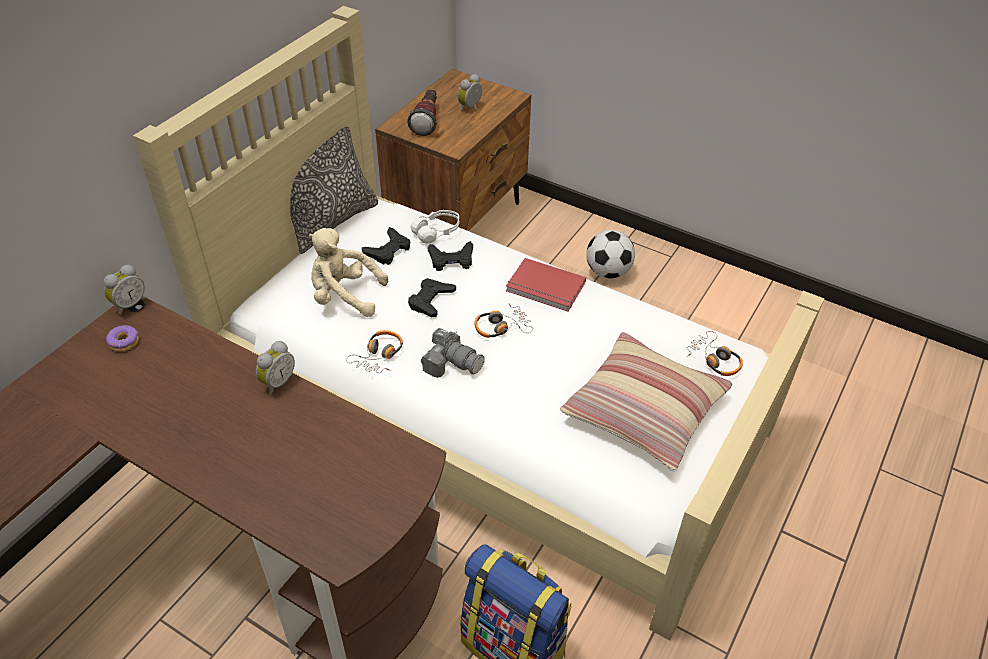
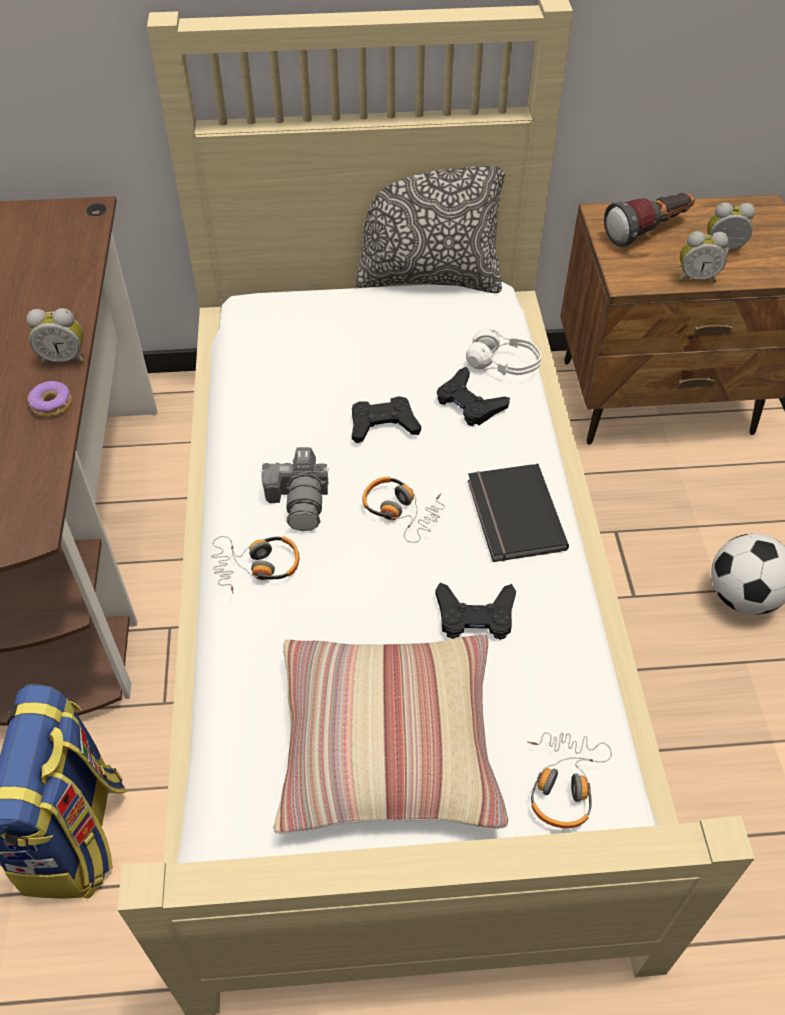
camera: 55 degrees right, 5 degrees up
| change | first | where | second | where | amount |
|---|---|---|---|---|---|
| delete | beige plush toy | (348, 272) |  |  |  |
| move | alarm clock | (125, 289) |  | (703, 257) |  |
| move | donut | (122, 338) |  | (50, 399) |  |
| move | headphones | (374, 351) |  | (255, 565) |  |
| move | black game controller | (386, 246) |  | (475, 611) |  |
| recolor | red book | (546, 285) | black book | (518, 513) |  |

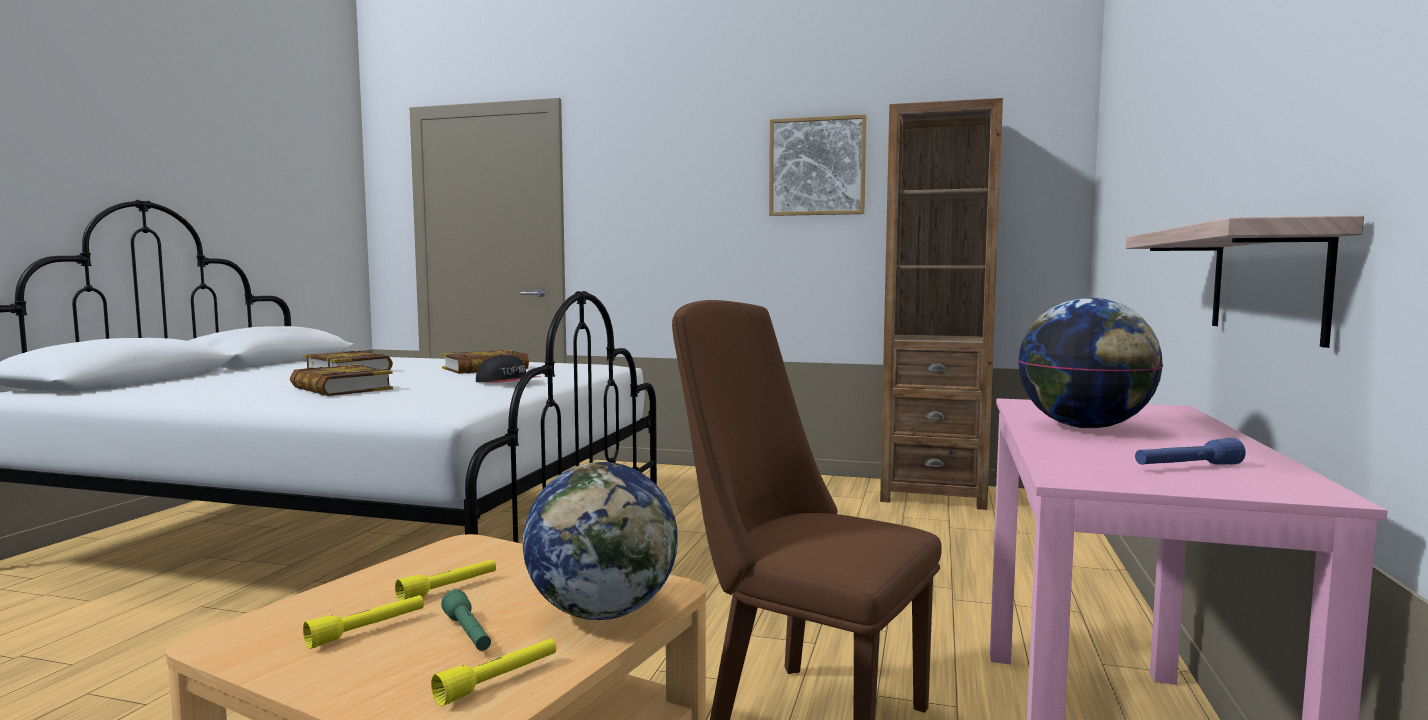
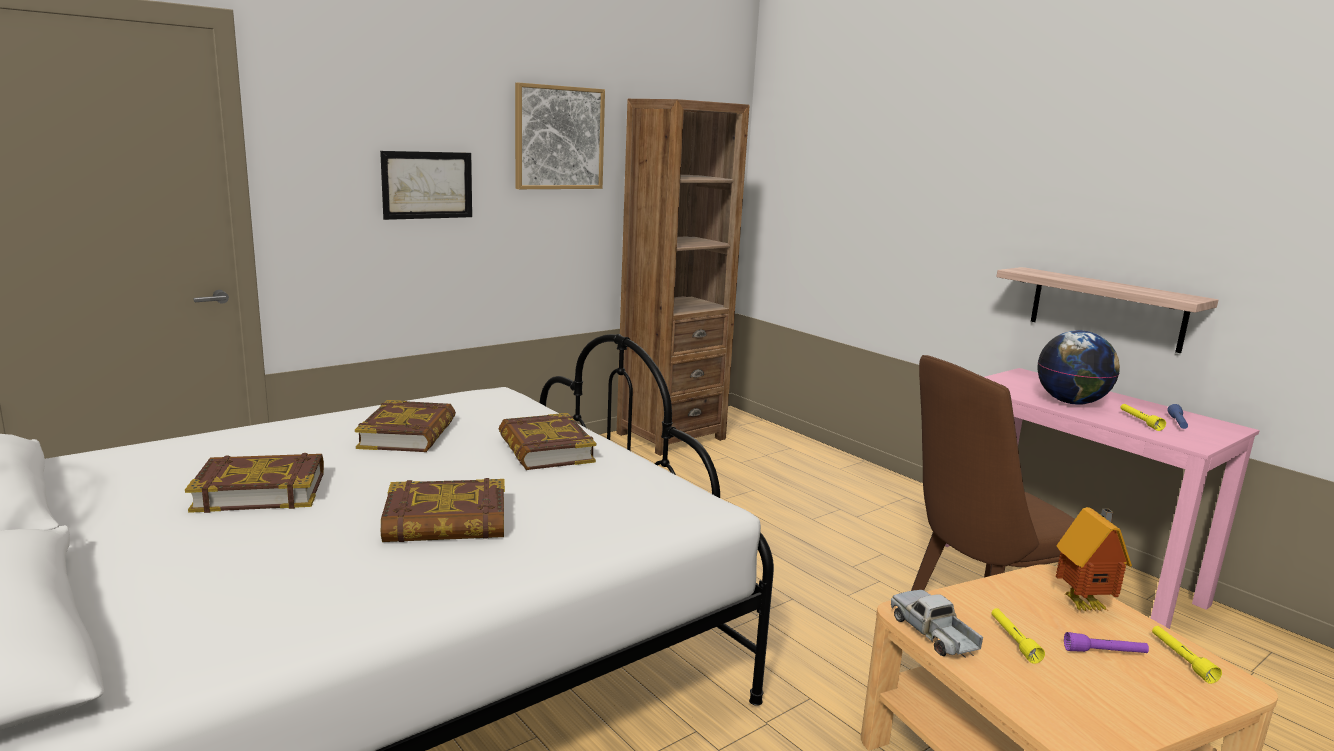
camera: 55 degrees left, 10 degrees up
| change | first | where | second | where | amount |
|---|---|---|---|---|---|
| insert |  |  | picture | (426, 185) |  |
| insert |  |  | toy truck | (937, 624) |  |
| move | yellow flashlight | (363, 622) |  | (1143, 417) |  |
| replace | cap | (508, 368) | book | (547, 441) |  |
| replace | globe | (600, 541) | toy house | (1094, 559) |  |
| recolor | green flashlight | (466, 620) | purple flashlight | (1106, 642) |  |

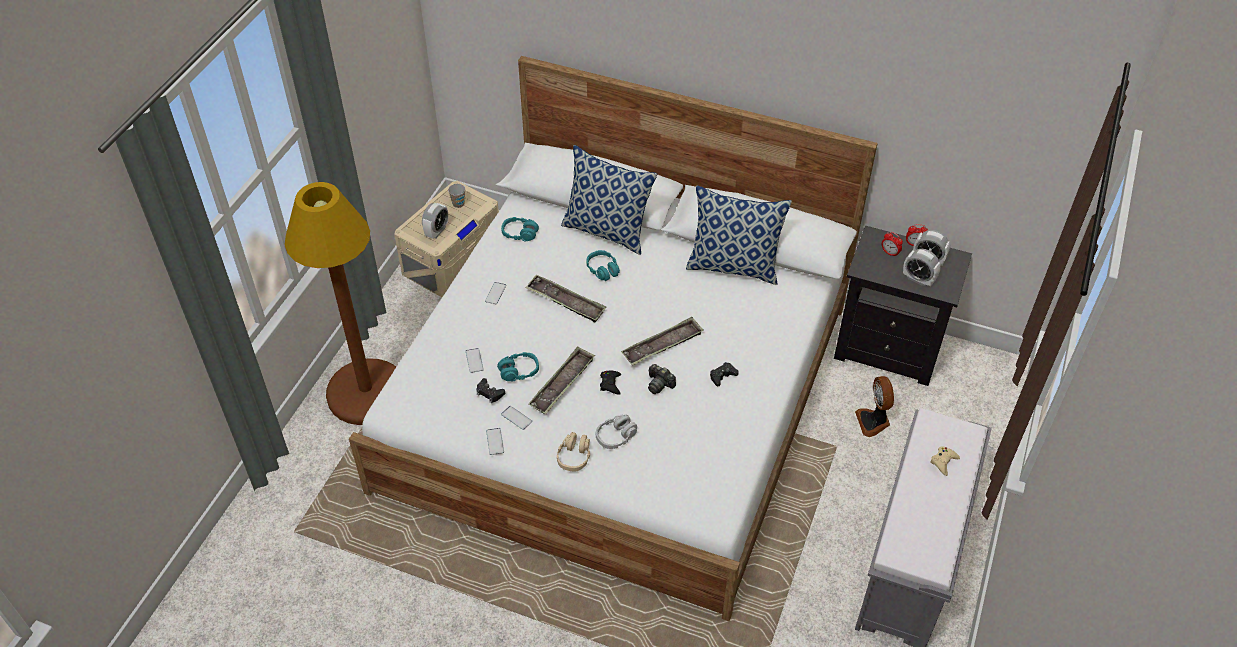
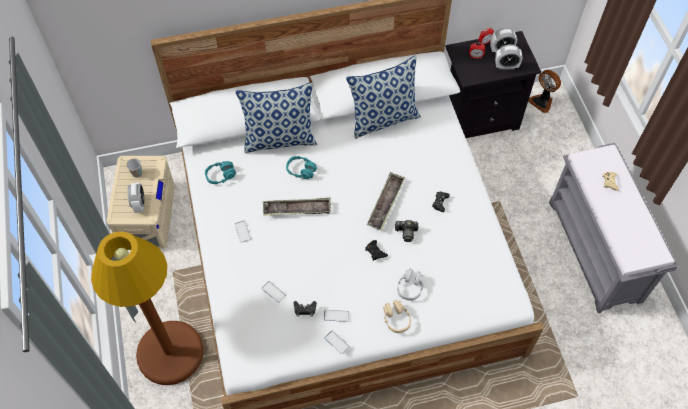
camera: 35 degrees left, 10 degrees up
| change | first | where | second | where | amount |
|---|---|---|---|---|---|
| delete | turquoise headphones | (518, 366) |  |  |  |
| delete | tray | (562, 380) |  |  |  |
| move | fan | (874, 406) |  | (544, 91) |  |

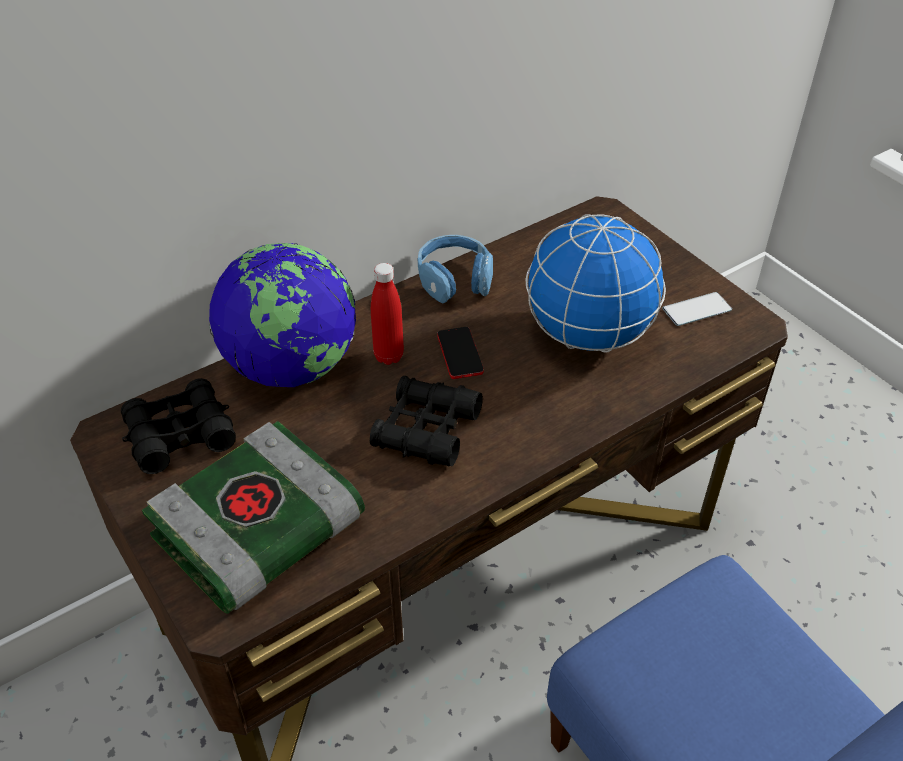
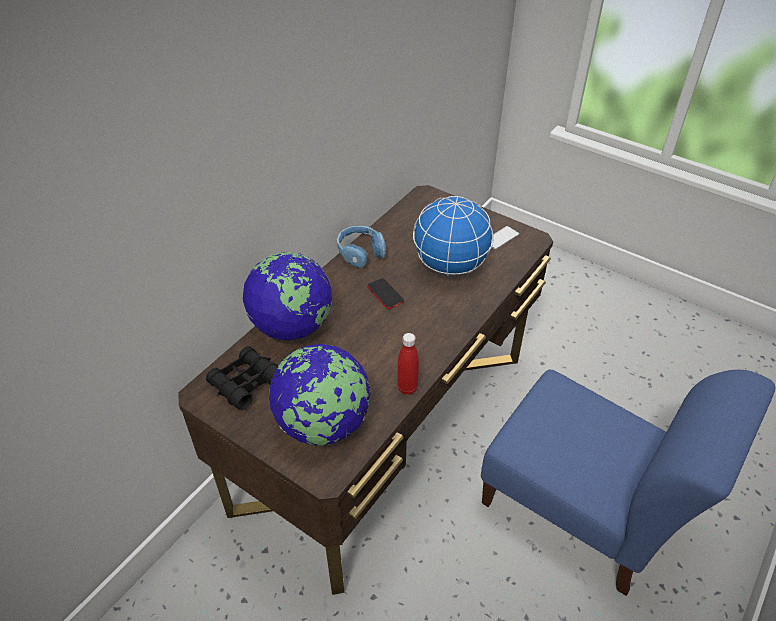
camera: 20 degrees left, 0 degrees up
| change | first | where | second | where | amount |
|---|---|---|---|---|---|
| delete | black binoculars | (426, 421) |  |  |  |
| move | red bottle | (387, 314) |  | (408, 364) |  |
| replace | book | (253, 517) | globe | (319, 395) |  |

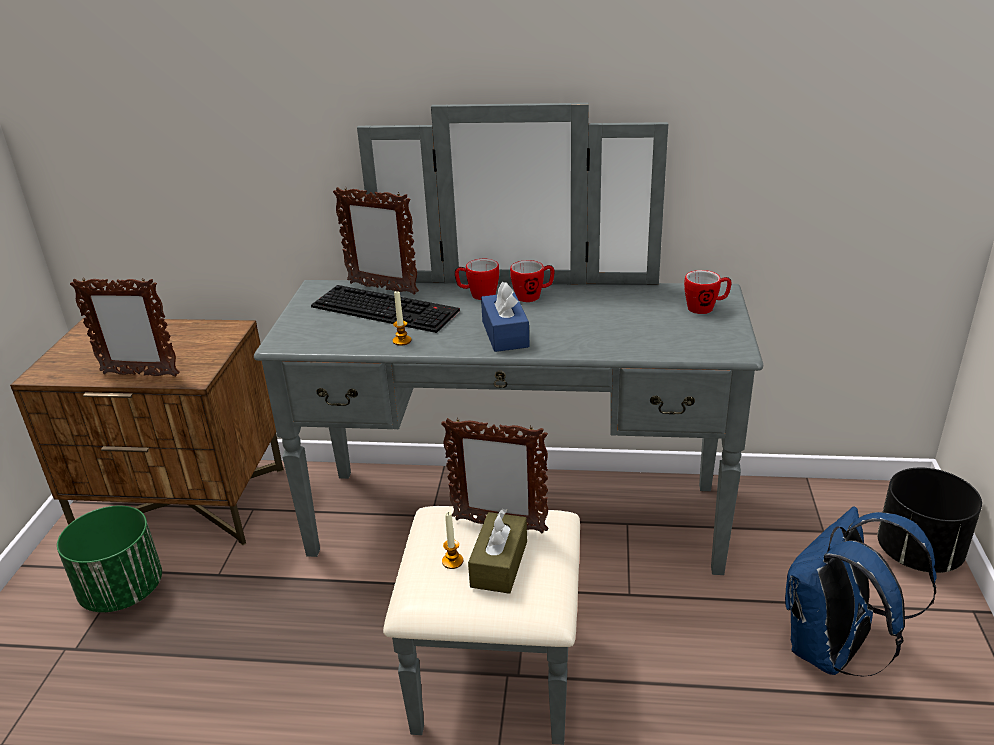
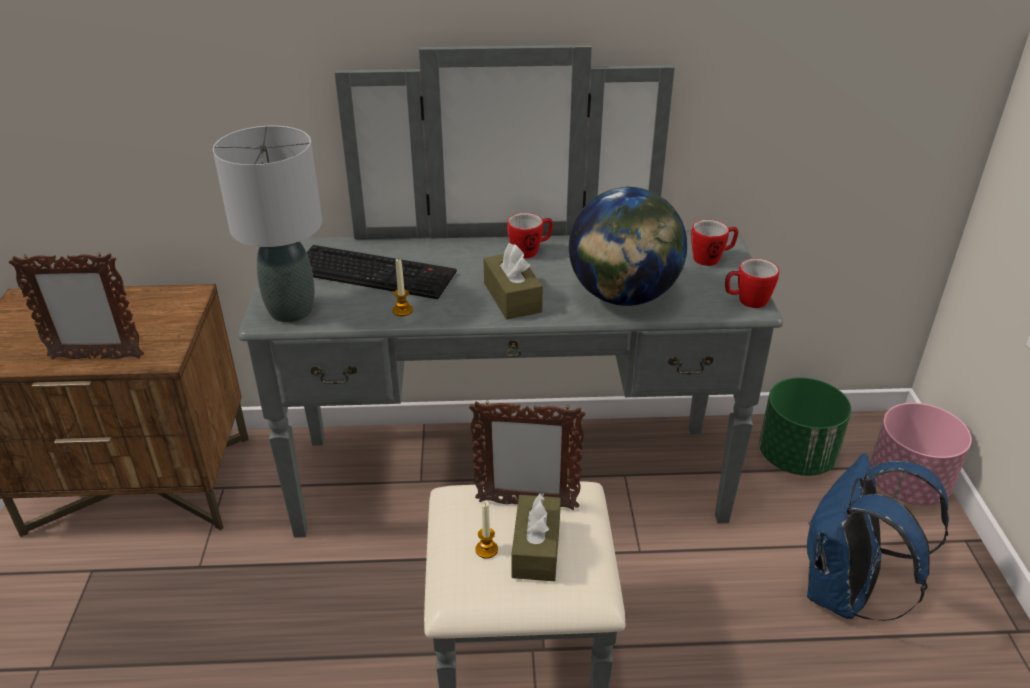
camera: 10 degrees left, 5 degrees up
| change | first | where | second | where | amount |
|---|---|---|---|---|---|
| delete | picture frame | (376, 241) |  |  |  |
| insert |  |  | grey table lamp | (267, 224) |  |
| insert |  |  | globe | (628, 246) |  |
| move | green planter | (109, 559) |  | (805, 426) |  |
| move | mug | (477, 279) |  | (752, 283) |  |
| recolor | blue tissue box | (505, 317) | brown tissue box | (513, 281) |  |
| recolor | black planter | (929, 520) | pink planter | (921, 454) |  |

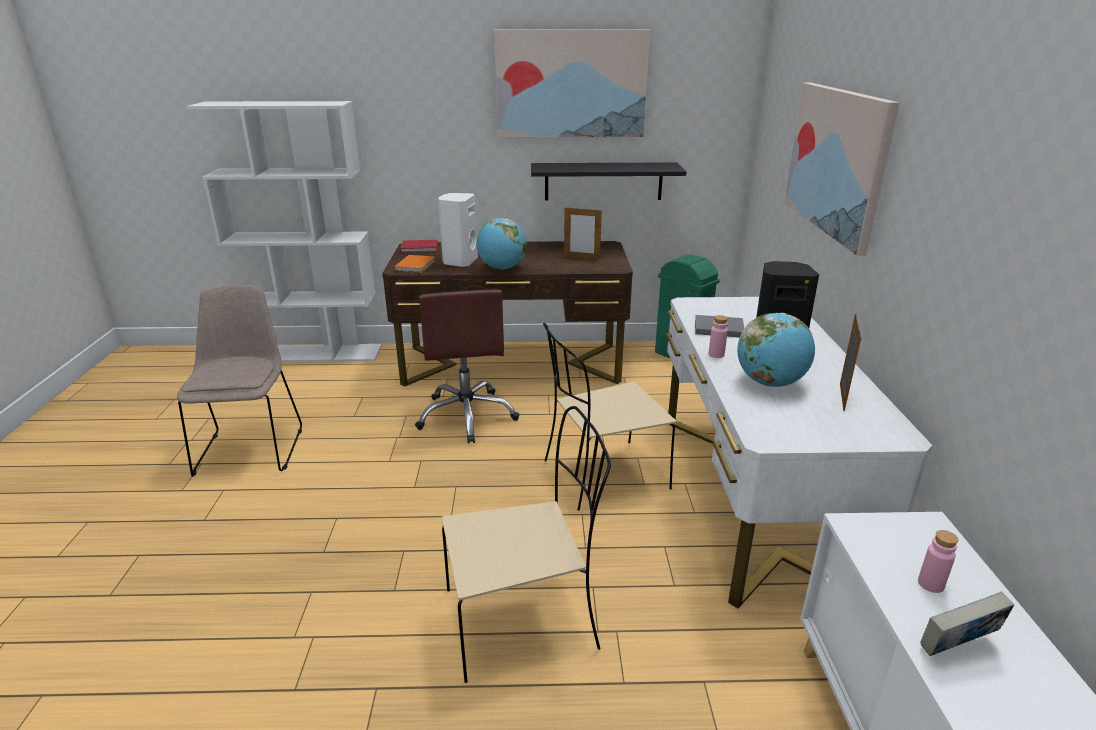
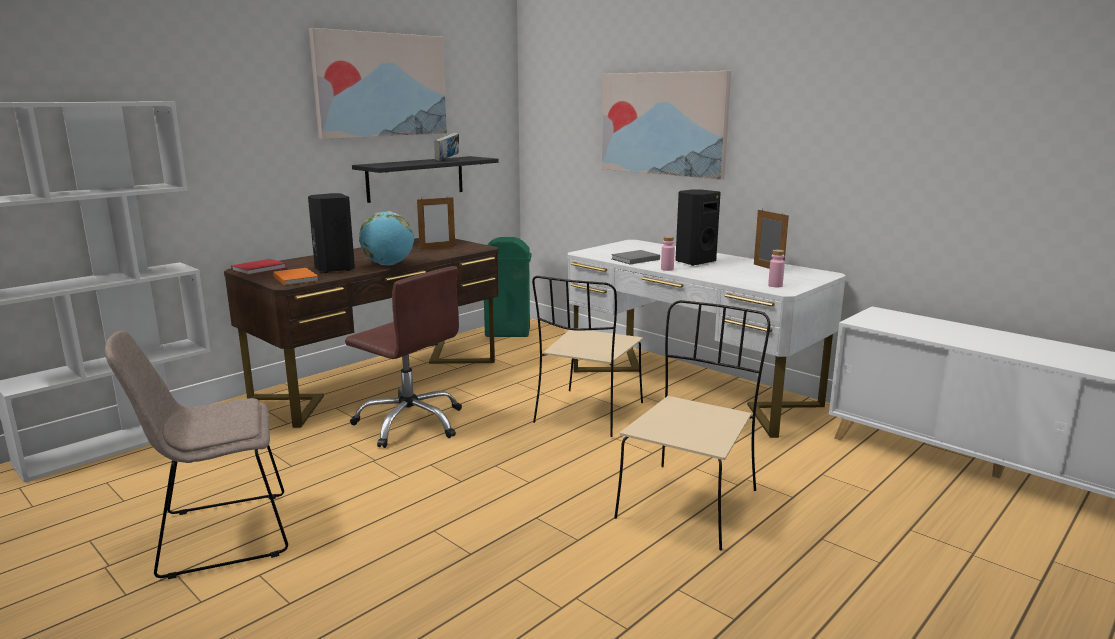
camera: 45 degrees left, 10 degrees down
| change | first | where | second | where | amount |
|---|---|---|---|---|---|
| delete | globe | (776, 350) |  |  |  |
| move | pink bottle | (938, 561) |  | (776, 268) |  |
| move | book | (967, 624) |  | (446, 147) |  |
| recolor | white speaker | (458, 230) | black speaker | (331, 233) |  |
| rotate | beige chair | (239, 381) |  | (196, 455) | 60 degrees counterclockwise |

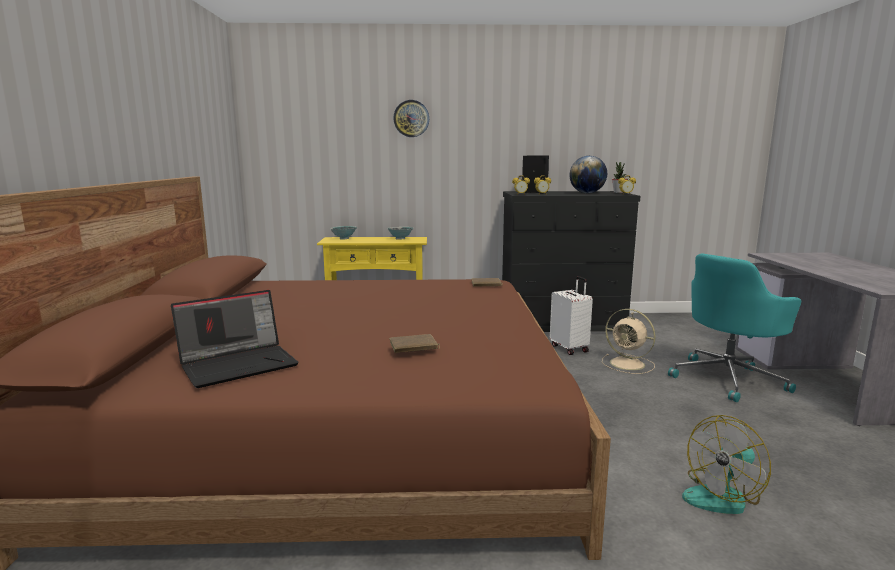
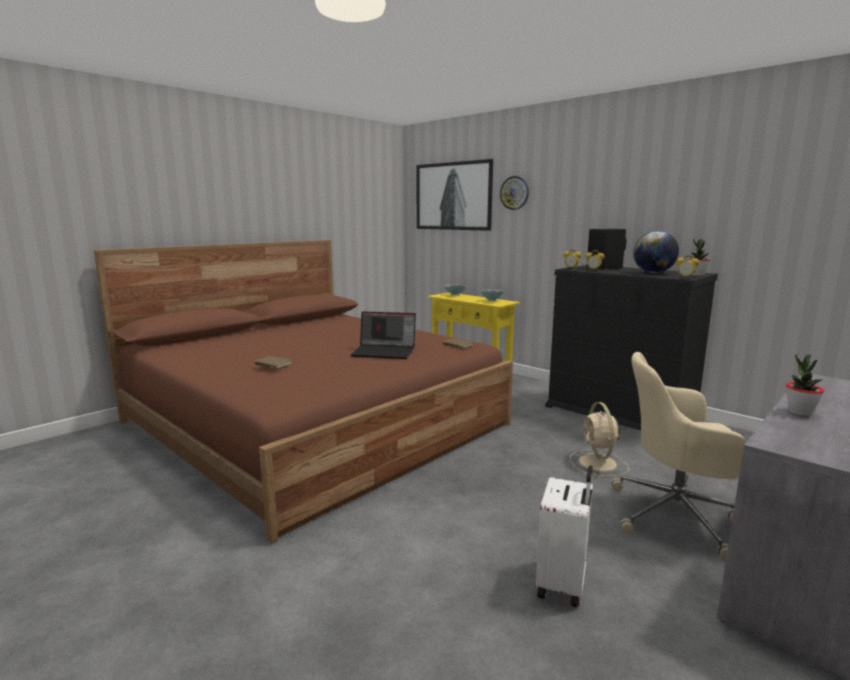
camera: 45 degrees right, 0 degrees up
| change | first | where | second | where | amount |
|---|---|---|---|---|---|
| delete | fan | (726, 464) |  |  |  |
| insert |  |  | picture | (454, 195) |  |
| insert |  |  | potted plant | (805, 385) |  |
| move | laptop | (235, 339) |  | (383, 335) |  |
| move | white suitcase | (571, 315) |  | (564, 536) |  |
| recolor | turquoise office chair | (734, 327) | beige office chair | (678, 456) |  |

